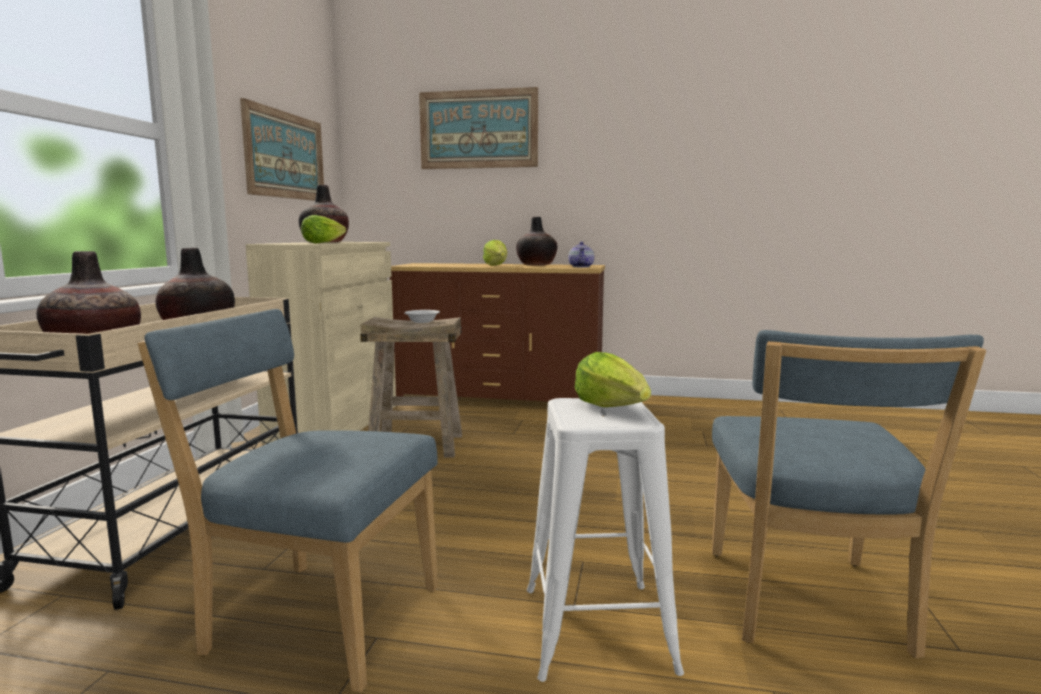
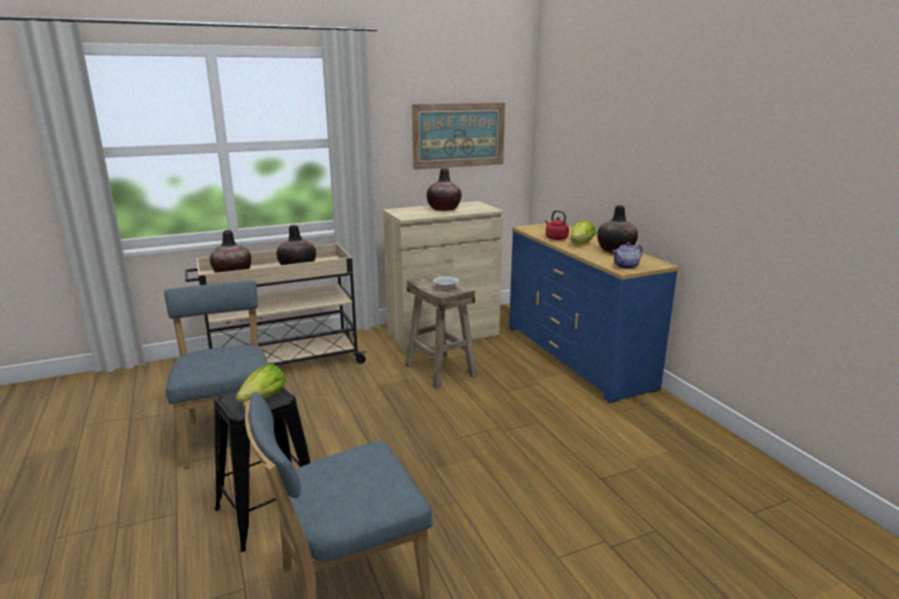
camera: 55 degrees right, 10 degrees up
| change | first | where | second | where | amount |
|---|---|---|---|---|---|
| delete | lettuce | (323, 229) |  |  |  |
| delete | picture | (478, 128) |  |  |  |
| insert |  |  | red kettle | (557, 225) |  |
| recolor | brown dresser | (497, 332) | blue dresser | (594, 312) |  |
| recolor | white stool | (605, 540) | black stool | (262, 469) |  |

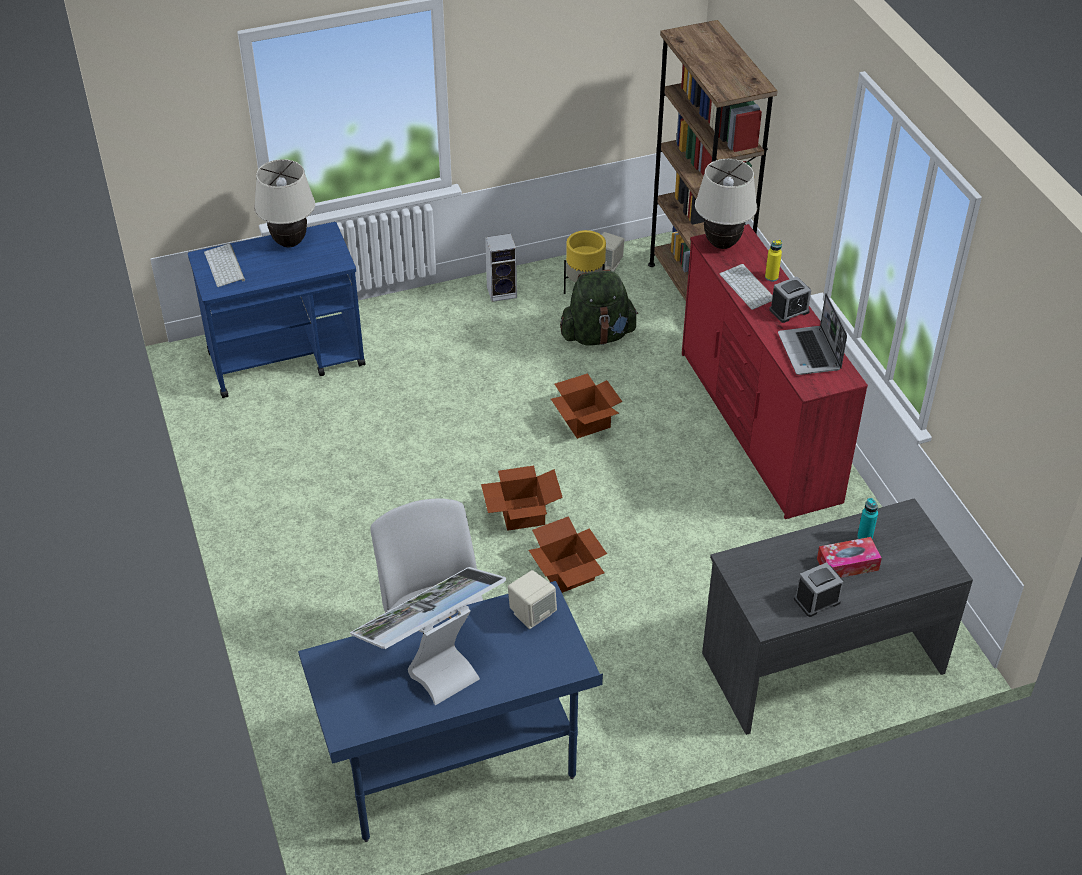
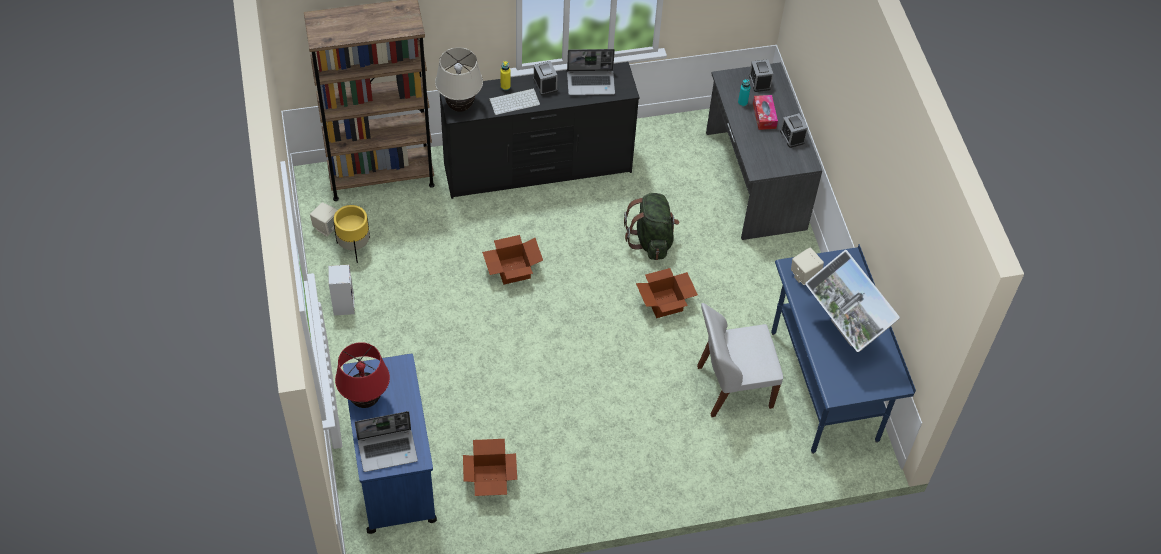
camera: 85 degrees left, 10 degrees up
| change | first | where | second | where | amount |
|---|---|---|---|---|---|
| insert |  |  | alarm clock | (761, 76) |  |
| move | cardboard box | (522, 498) |  | (490, 467) |  |
| move | green backpack | (599, 307) |  | (651, 226) |  |
| replace | keyboard | (224, 265) | laptop | (386, 441) |  |
| recolor | beige table lamp | (284, 203) | red table lamp | (362, 375) |  |
| recolor | red dresser | (775, 371) | black dresser | (540, 130) |  |

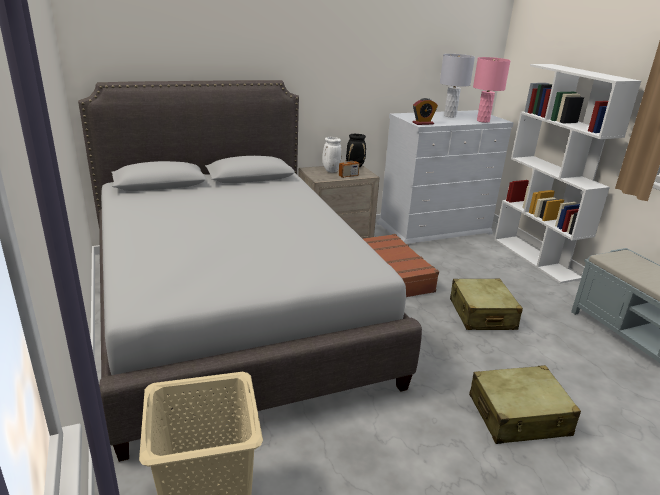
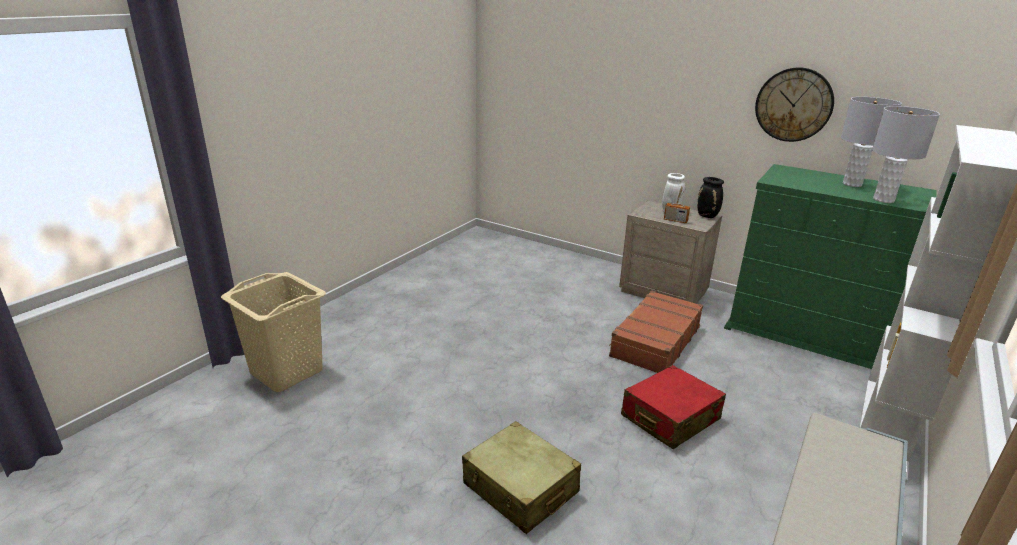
camera: 55 degrees right, 0 degrees up
| change | first | where | second | where | amount |
|---|---|---|---|---|---|
| delete | grey bed | (250, 271) |  |  |  |
| delete | alarm clock | (425, 111) |  |  |  |
| insert |  |  | wall clock | (794, 104) |  |
| recolor | white dresser | (445, 177) | green dresser | (830, 266) |  |
| recolor | beige suitcase | (486, 304) | red suitcase | (673, 407) |  |
| recolor | pink table lamp | (492, 90) | grey table lamp | (906, 154) |  |

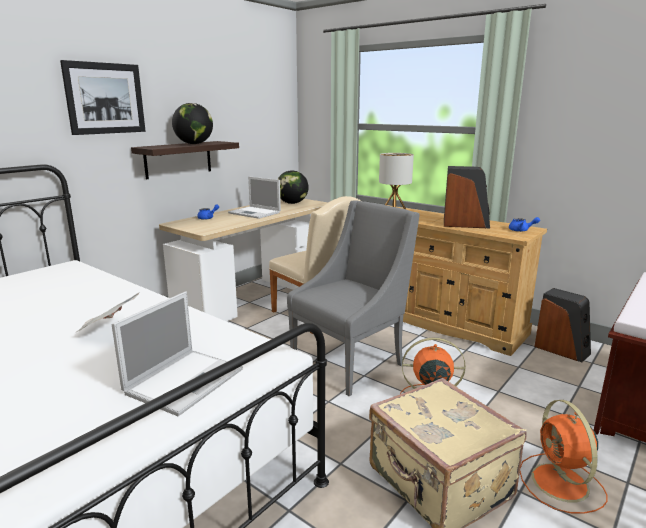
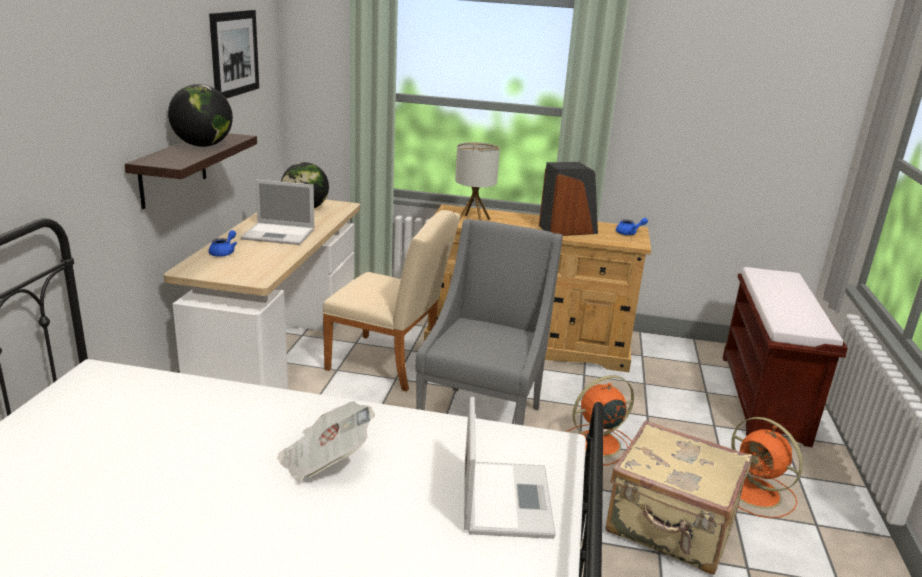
camera: 30 degrees left, 5 degrees up
| change | first | where | second | where | amount |
|---|---|---|---|---|---|
| delete | speaker | (562, 325) |  |  |  |
| move | picture | (103, 97) |  | (234, 54) |  |

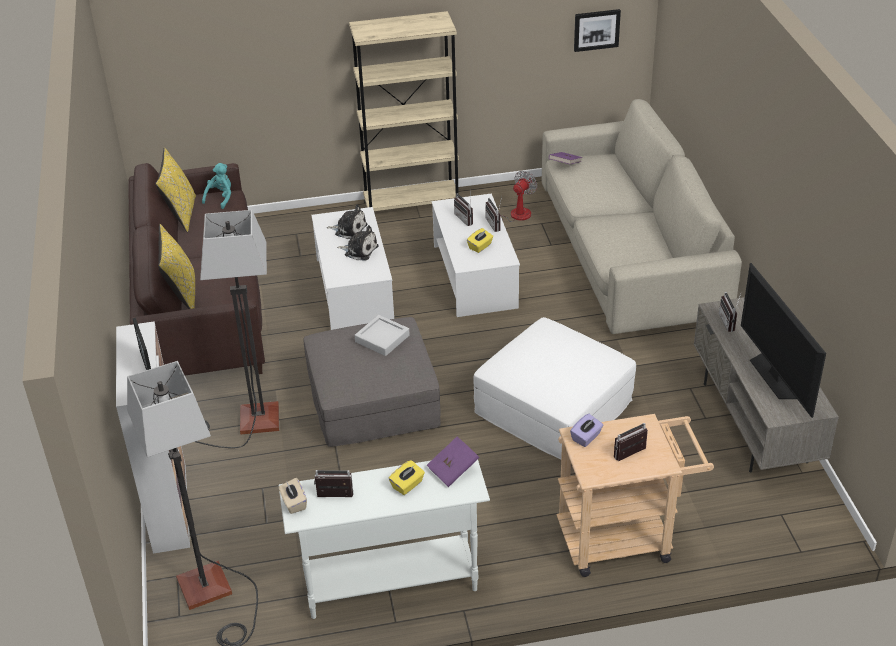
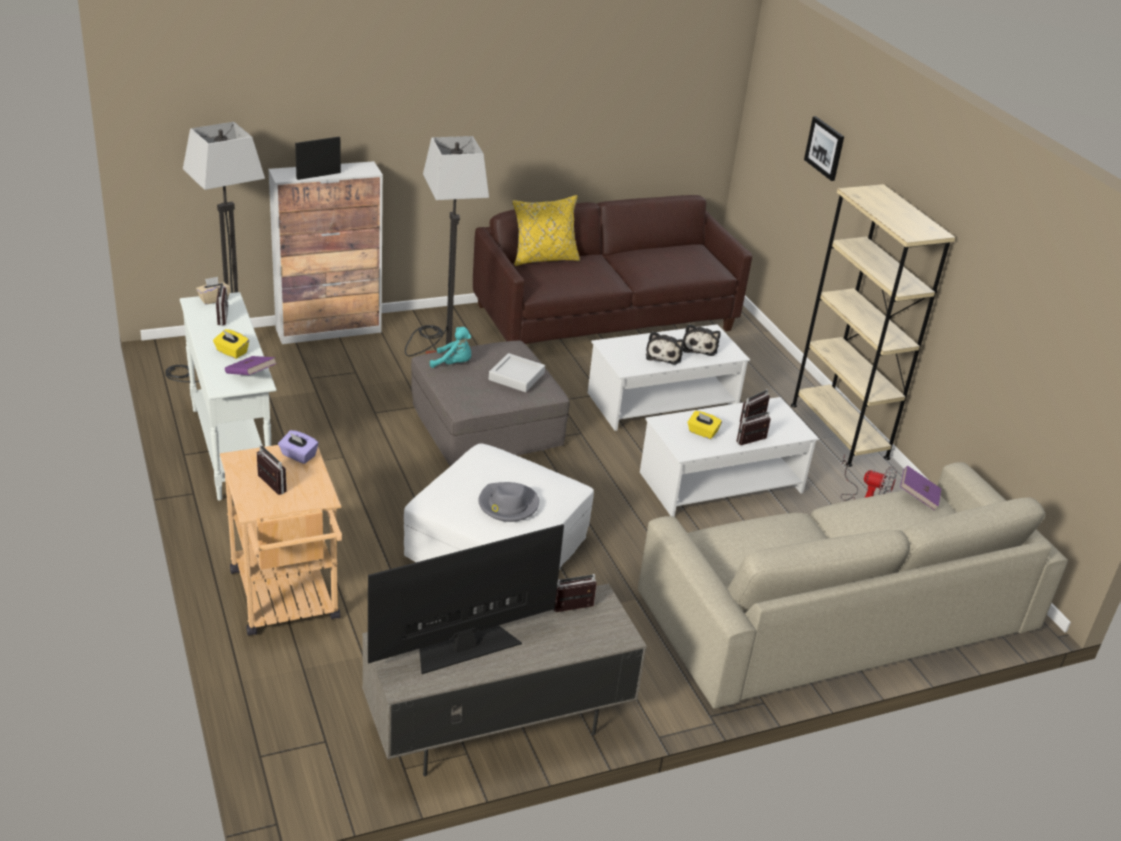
camera: 75 degrees right, 5 degrees down
| change | first | where | second | where | amount |
|---|---|---|---|---|---|
| delete | yellow pillow | (175, 190) |  |  |  |
| insert |  |  | grey hat | (508, 502) |  |
| move | turquoise plush toy | (216, 186) |  | (450, 347) |  |
| move | picture | (597, 30) |  | (824, 148) |  |

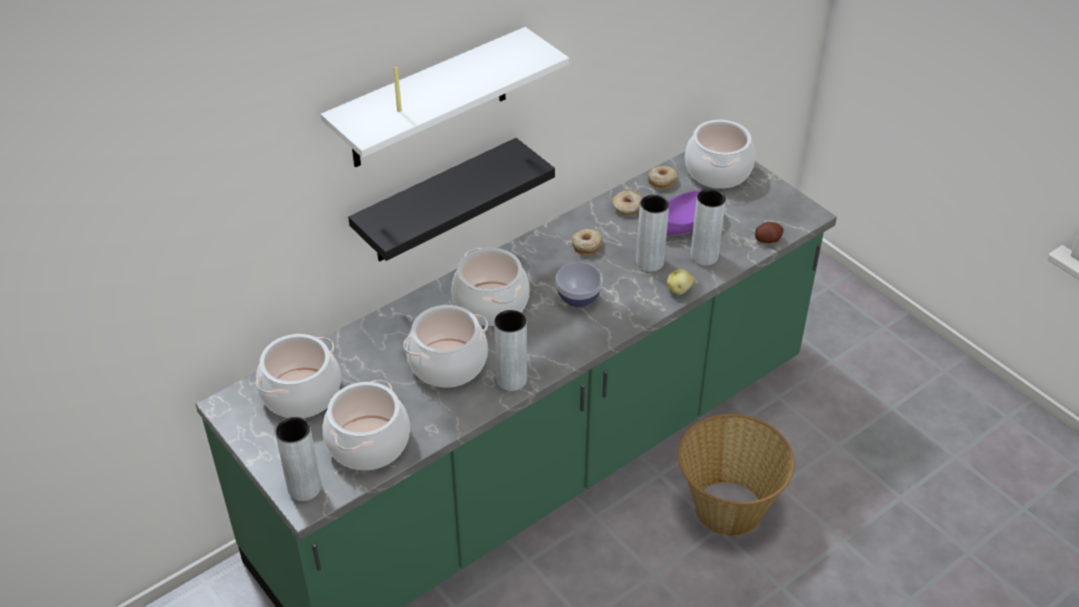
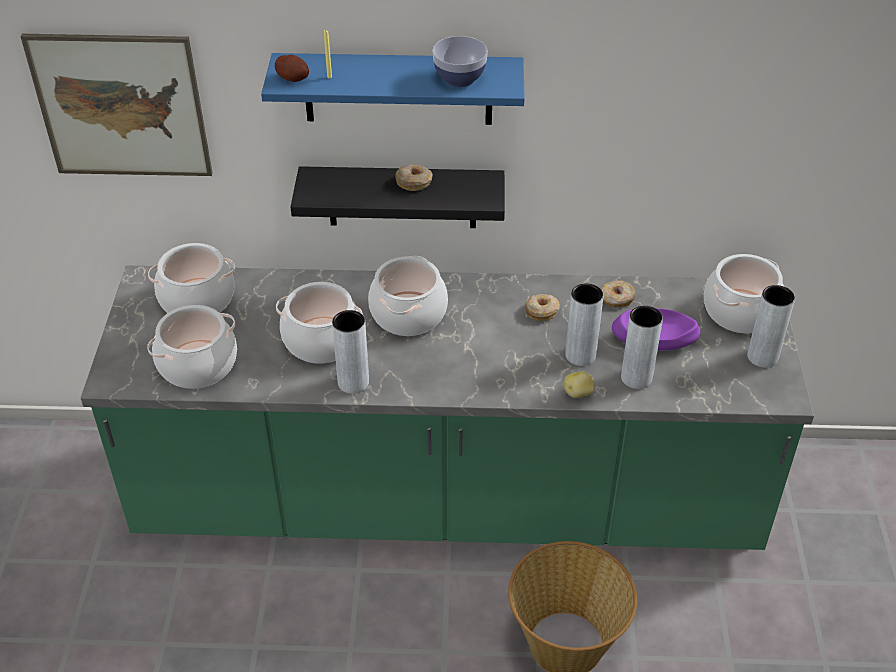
camera: 40 degrees right, 0 degrees up
| change | first | where | second | where | amount |
|---|---|---|---|---|---|
| insert |  |  | picture | (116, 105) |  |
| move | grey vase | (298, 459) |  | (771, 326) |  |
| move | bowl | (579, 284) |  | (460, 61) |  |
| move | donut | (663, 177) |  | (414, 177) |  |
| move | potato | (769, 232) |  | (292, 68) |  |
| recolor | white shelf | (445, 97) | blue shelf | (393, 89) |  |

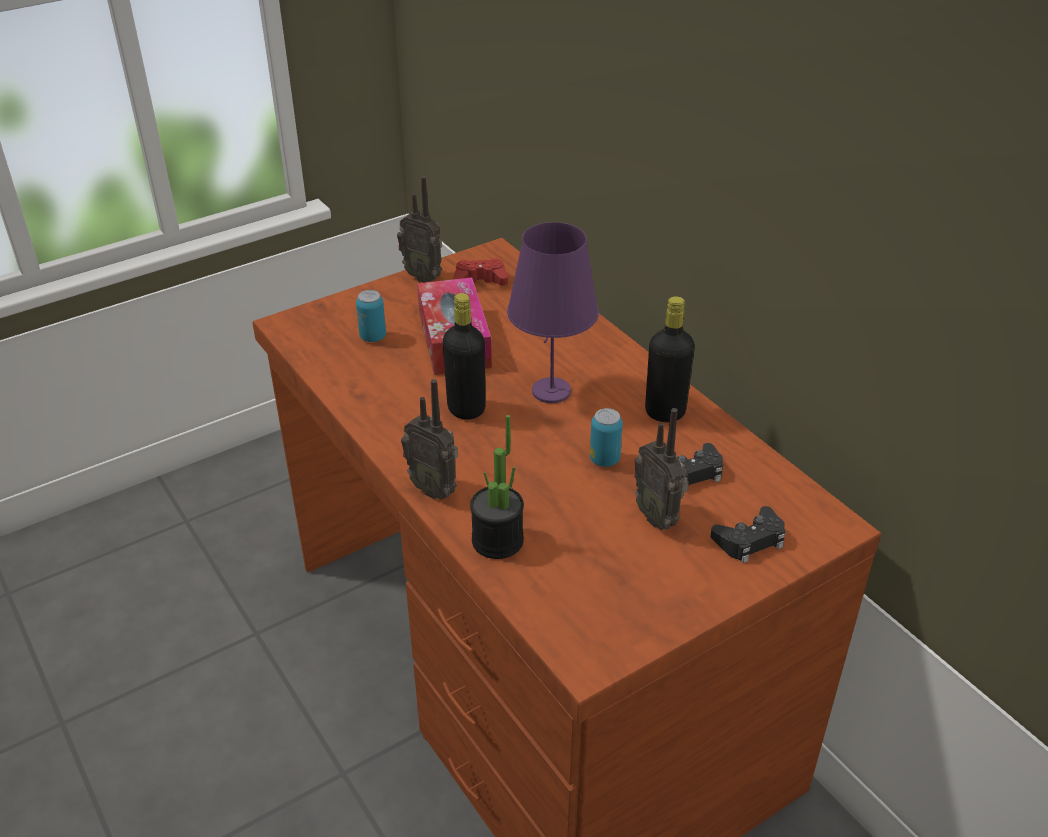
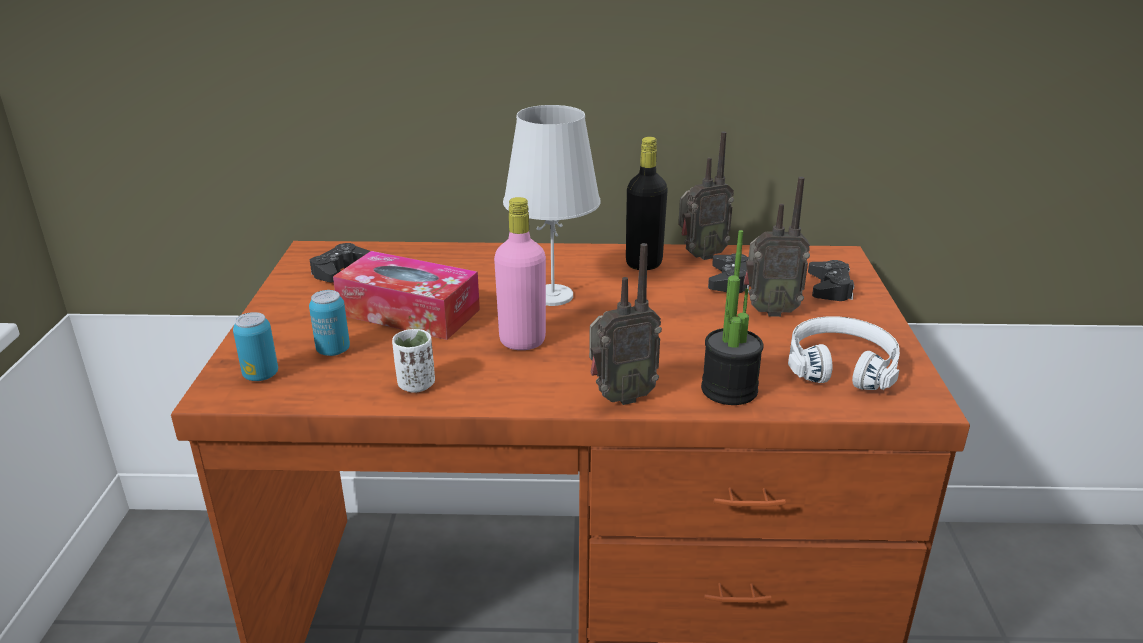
camera: 55 degrees left, 10 degrees down
| change | first | where | second | where | amount |
|---|---|---|---|---|---|
| insert |  |  | white cup | (413, 361) |  |
| insert |  |  | white headphones | (844, 353) |  |
| move | radio | (419, 229) |  | (706, 195) |  |
| move | can | (606, 437) |  | (255, 346) |  |
| recolor | black bottle | (464, 356) | pink bottle | (520, 273) |  |
| recolor | red game controller | (481, 272) | black game controller | (340, 262) |  |
| recolor | purple table lamp | (553, 312) | white table lamp | (552, 205) |  |

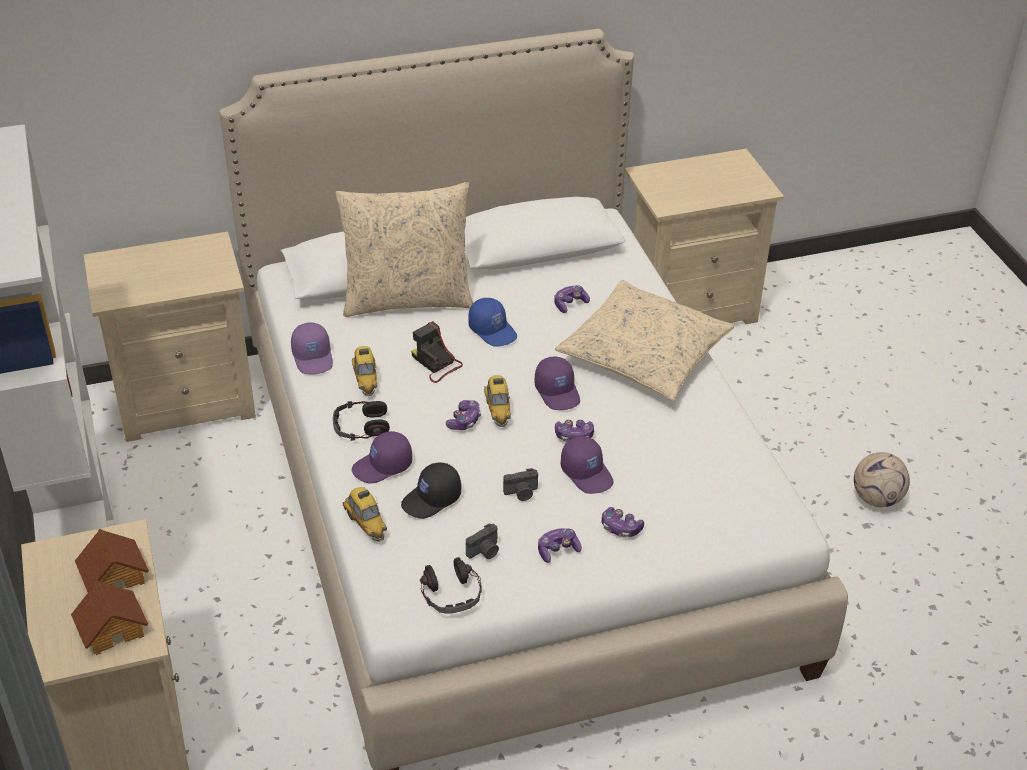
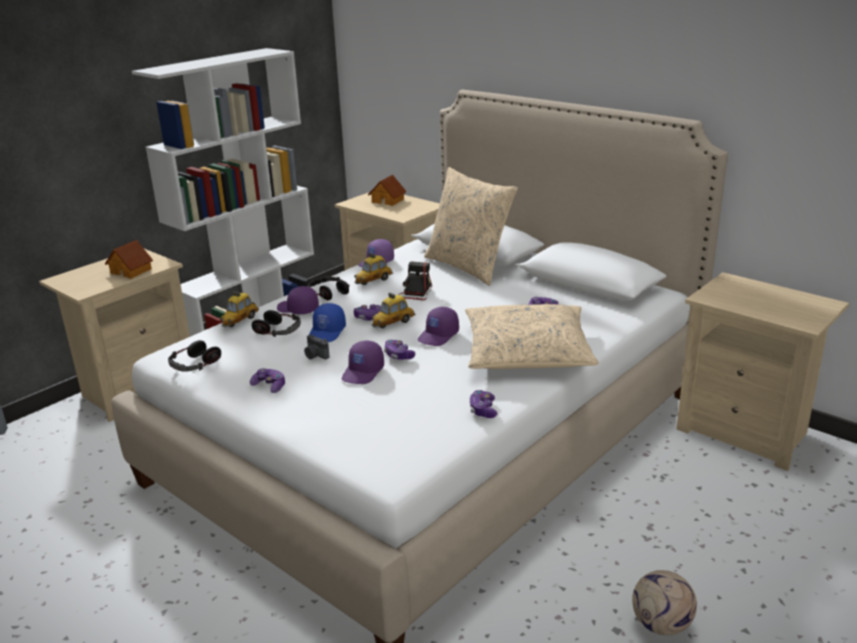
camera: 60 degrees right, 15 degrees down
| change | first | where | second | where | amount |
|---|---|---|---|---|---|
| delete | photo camera | (482, 541) |  |  |  |
| move | toy house | (109, 618) |  | (387, 190) |  |
| move | blue cap | (492, 322) |  | (327, 322) |  |
| move | game controller | (623, 522) |  | (483, 404) |  |
| replace | black cap | (431, 491) | headphones | (276, 323) |  |

